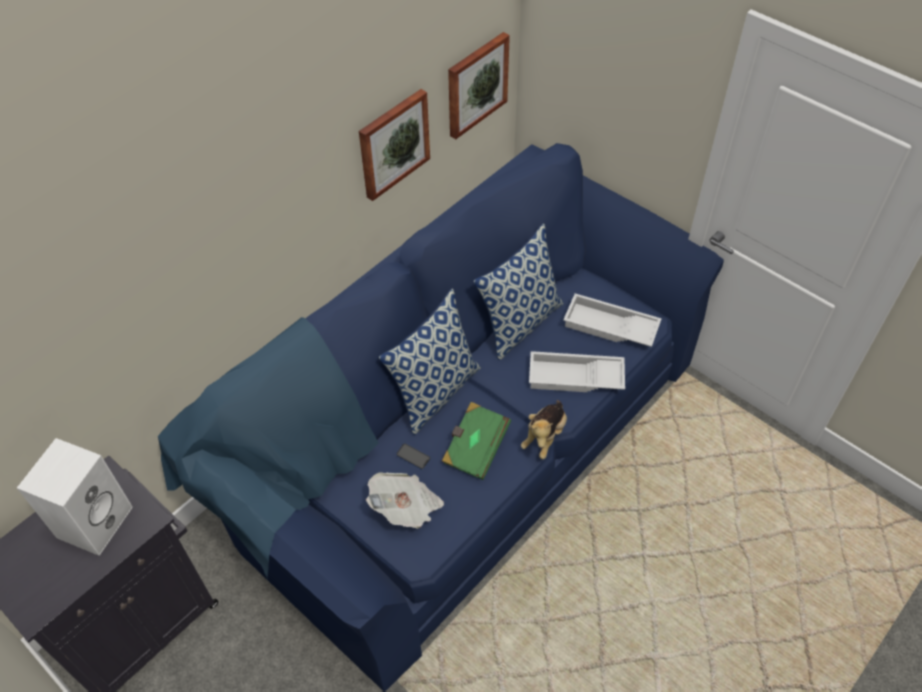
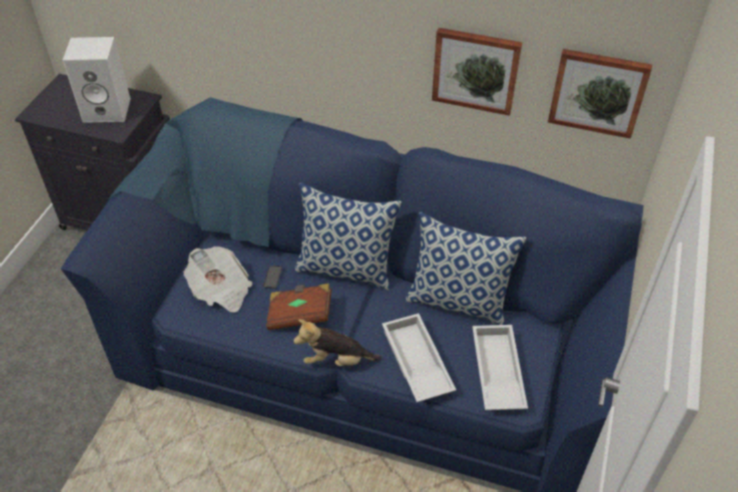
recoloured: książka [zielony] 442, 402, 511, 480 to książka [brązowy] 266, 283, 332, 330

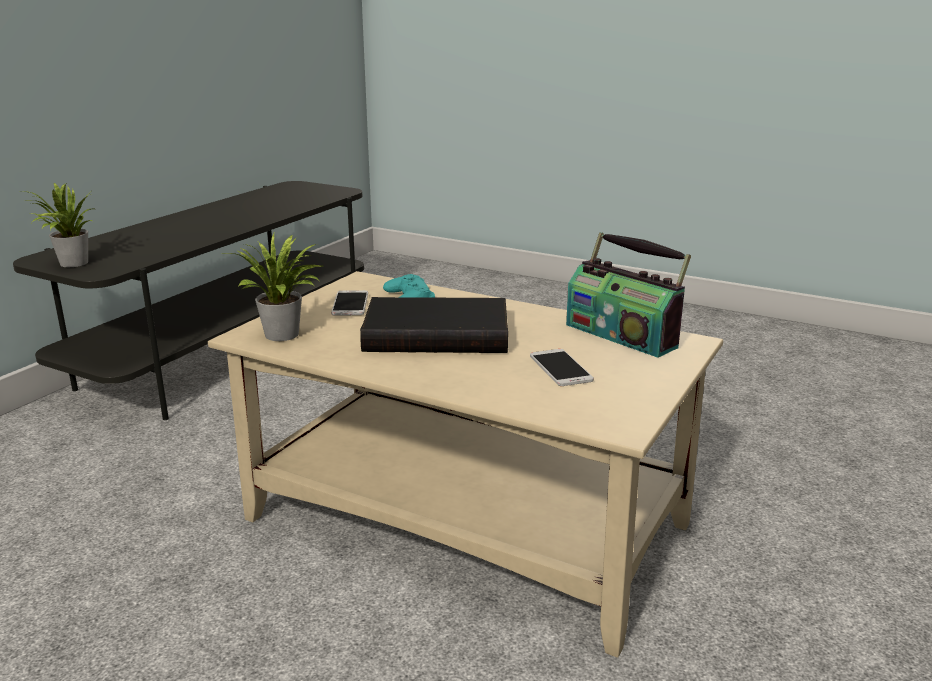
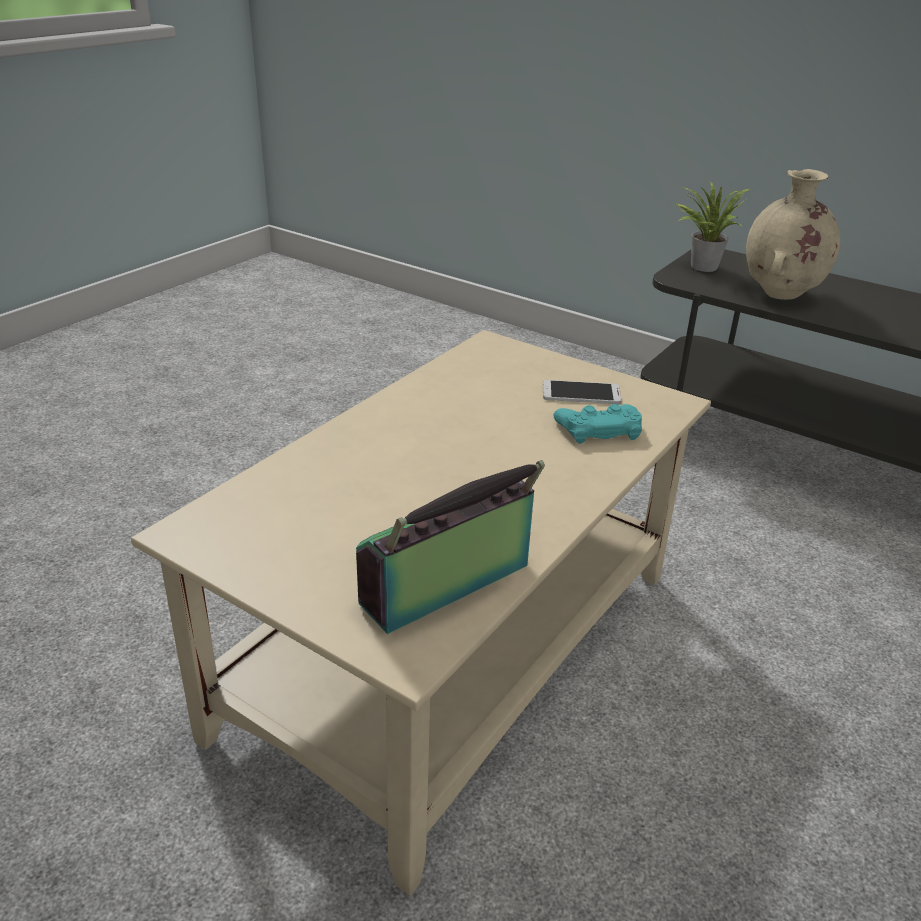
removed: roślina doniczkowa 222, 233, 322, 341; książka [czarny] 360, 297, 508, 353; telefon 530, 349, 594, 386
added: wazon [beżowy] 746, 169, 840, 300

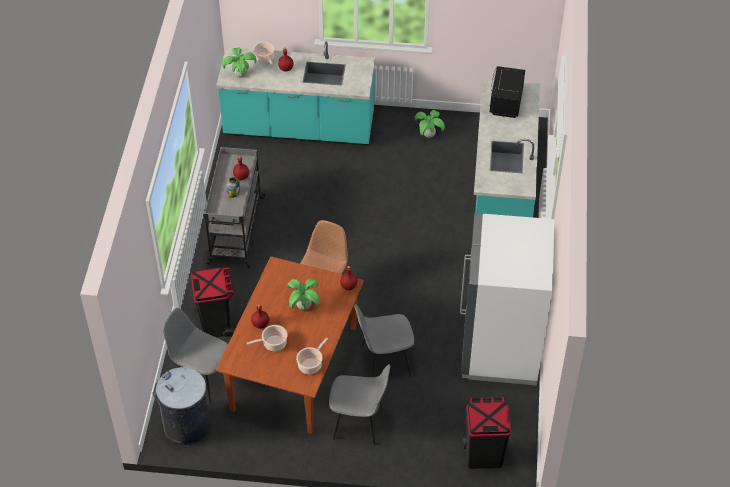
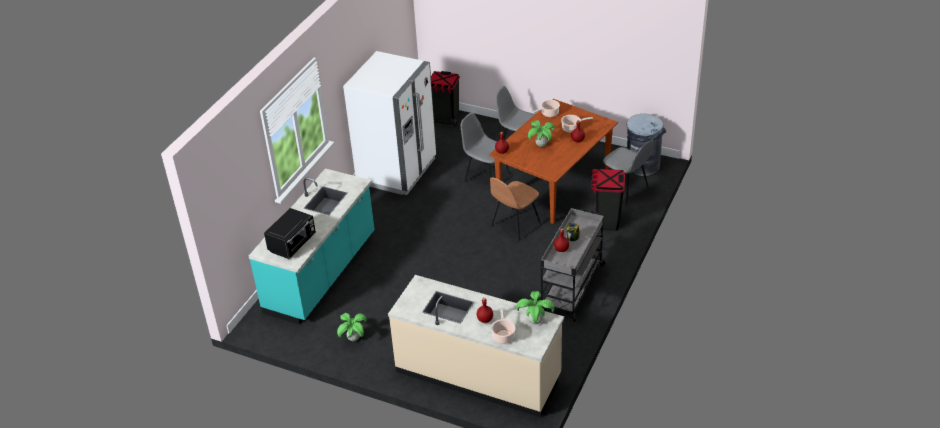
recoloured: zabudowa kuchenna [turkusowy] 216, 41, 375, 145 to zabudowa kuchenna [beżowy] 388, 275, 564, 418
turned: krzesło [szary] 354, 304, 414, 377 = 461, 113, 510, 192 150 degrees counterclockwise

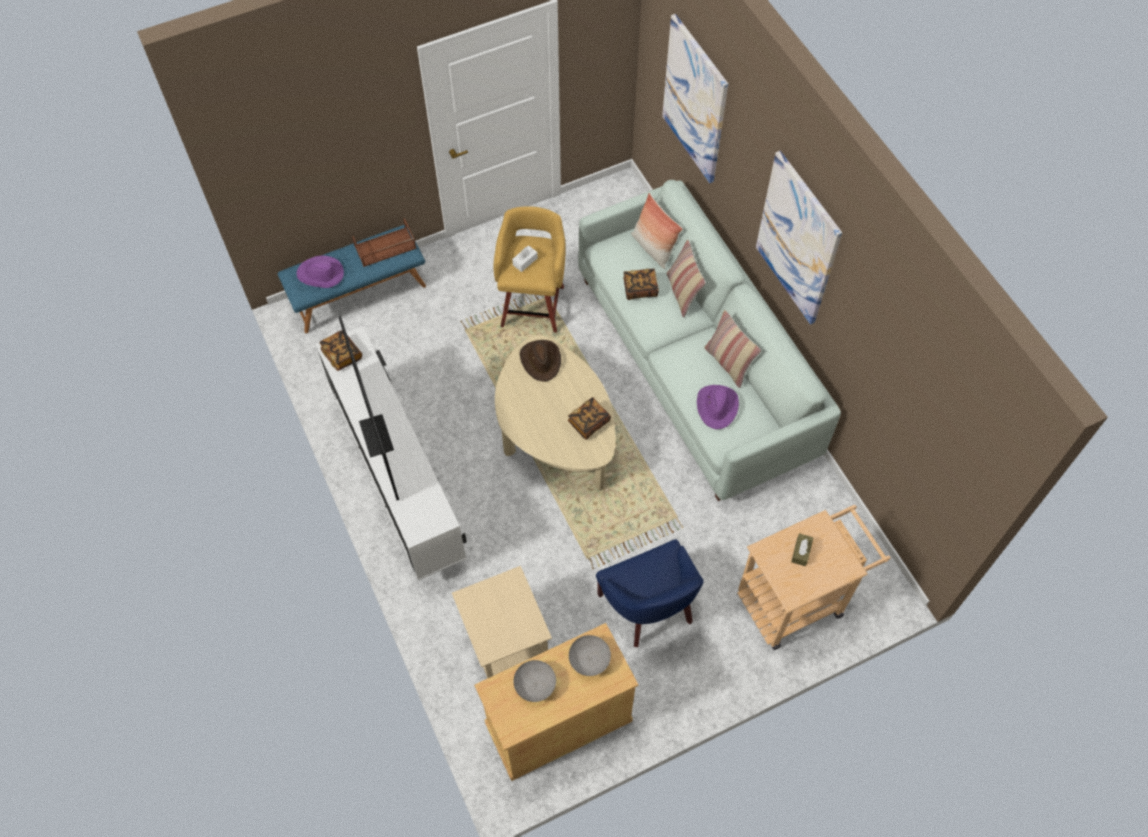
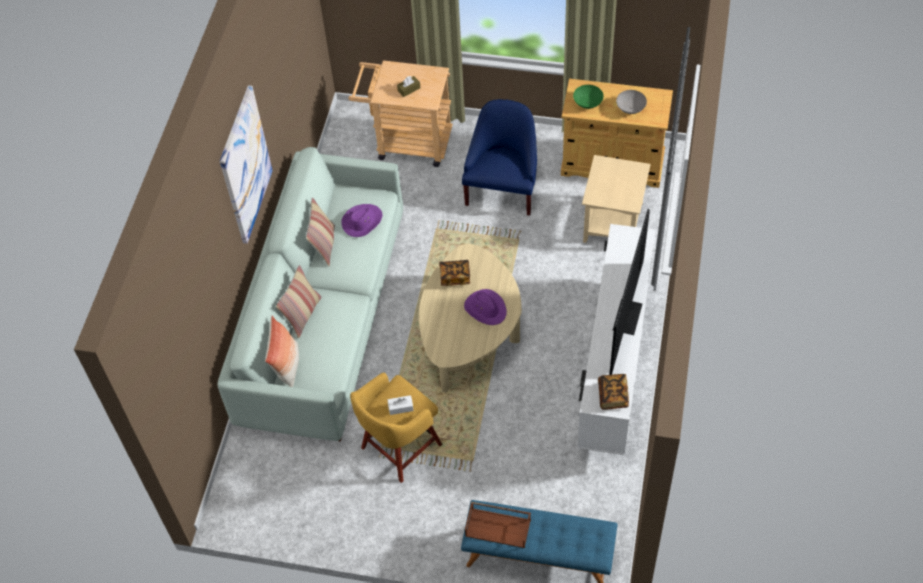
removed: kapelusz [brązowy] 520, 340, 561, 381; książka 623, 269, 659, 300; obraz 662, 14, 728, 183
moved: kapelusz [fioletowy] 296, 256, 344, 288 to 464, 289, 507, 325
recoloured: miska [szary] 569, 635, 611, 676 to miska [zielony] 573, 85, 604, 109

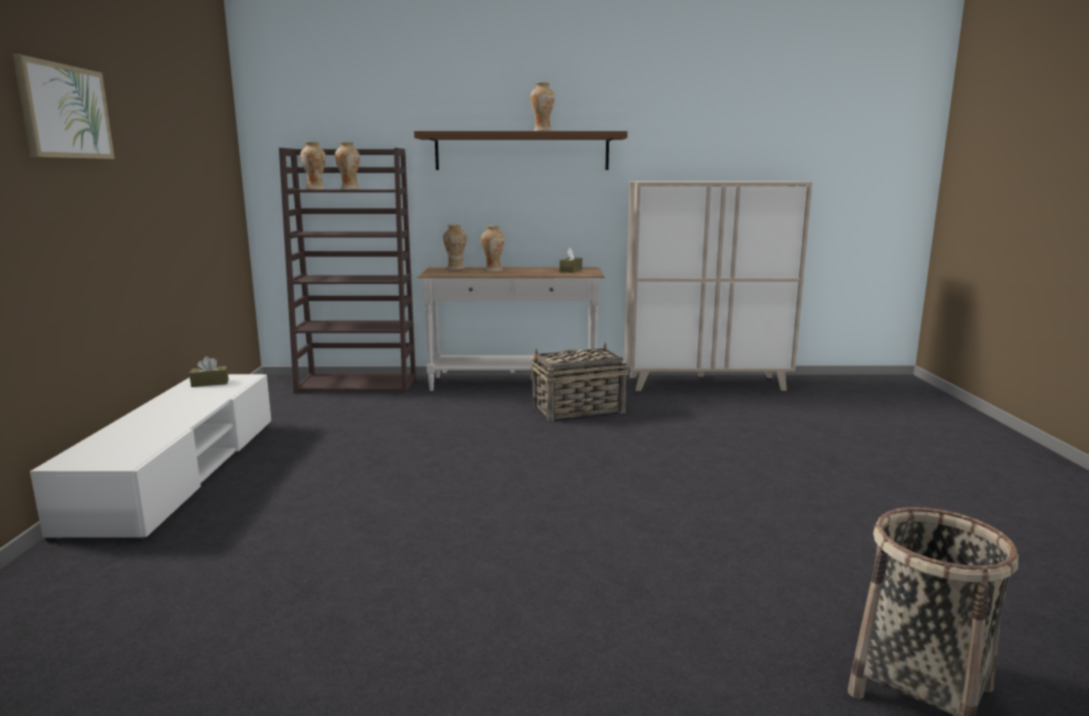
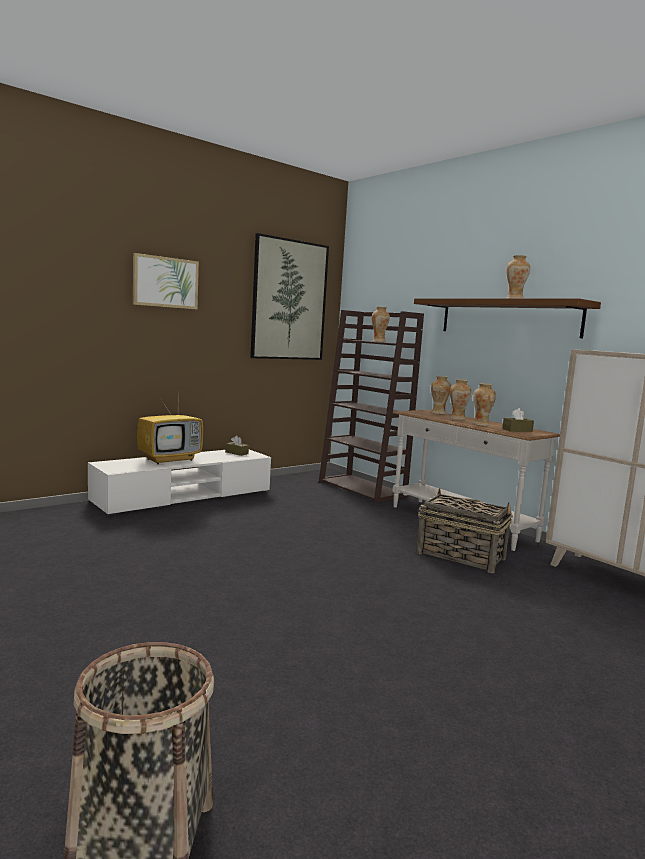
added: telewizor 137, 387, 203, 464; obraz 250, 233, 329, 360
moved: wazon 300, 142, 326, 190 to 473, 383, 496, 426

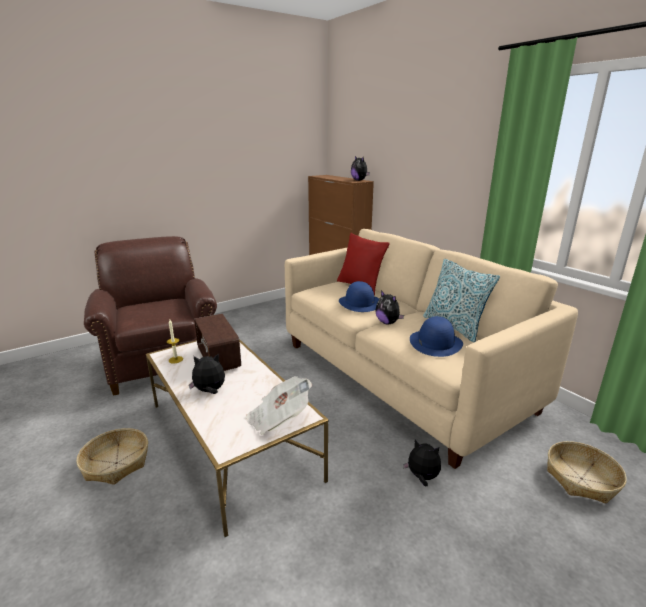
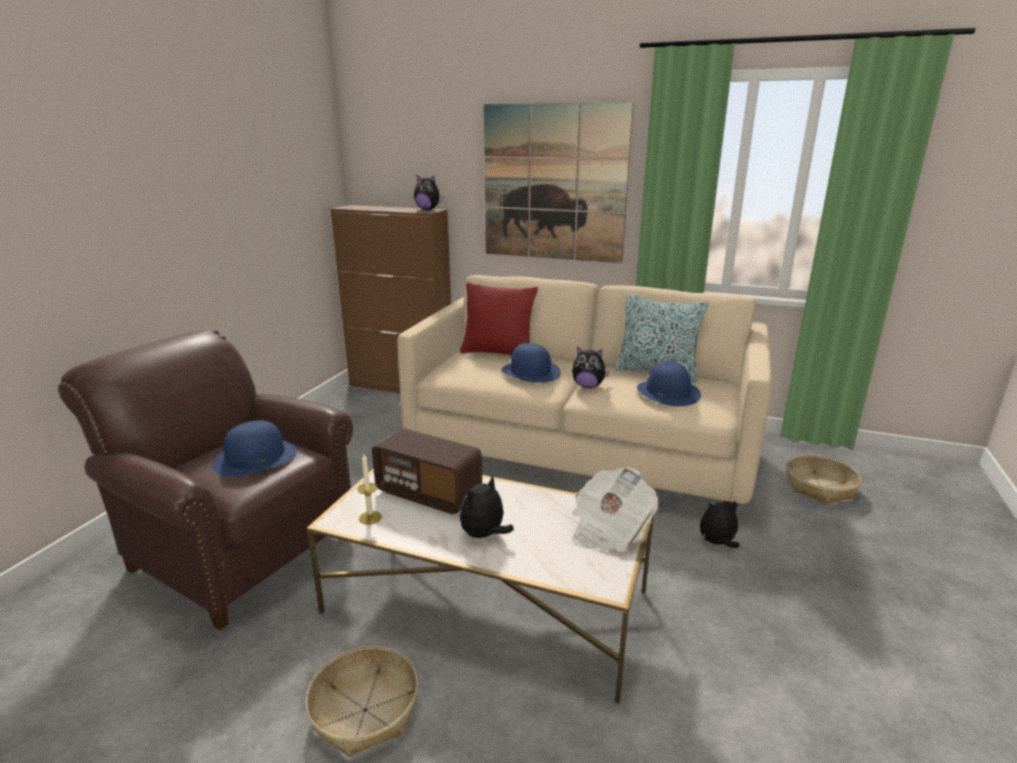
added: kapelusz [niebieski] 212, 420, 297, 476; obraz 484, 102, 634, 263

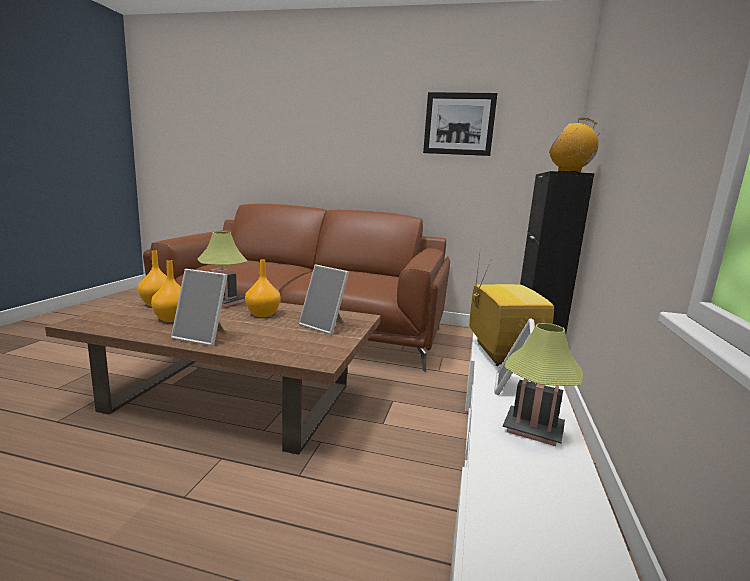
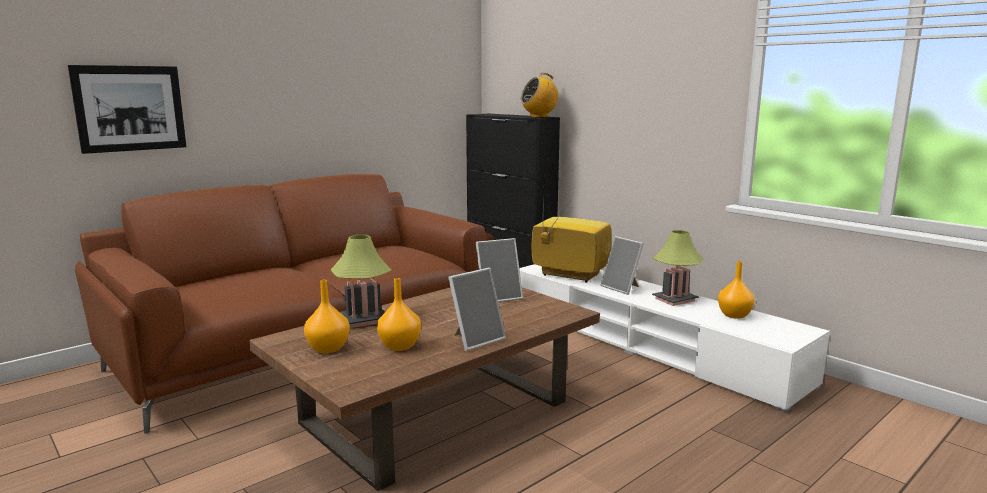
moved: obraz 423, 92, 497, 156 to 68, 65, 186, 154; wazon [pomarańczowy] 245, 259, 281, 317 to 718, 261, 755, 319

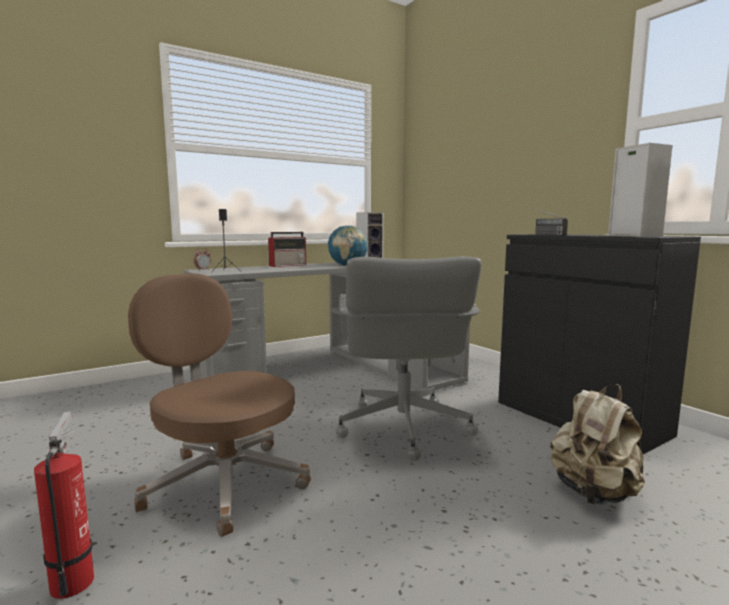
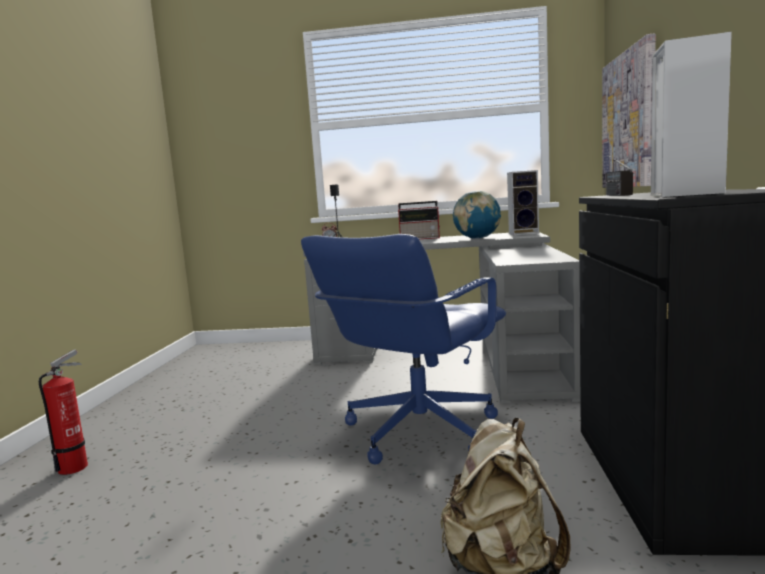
removed: krzesło biurowe [brązowy] 128, 273, 311, 537
added: obraz 602, 33, 656, 188
recoloured: krzesło biurowe [szary] 336, 256, 482, 461 to krzesło biurowe [niebieski] 301, 234, 506, 464

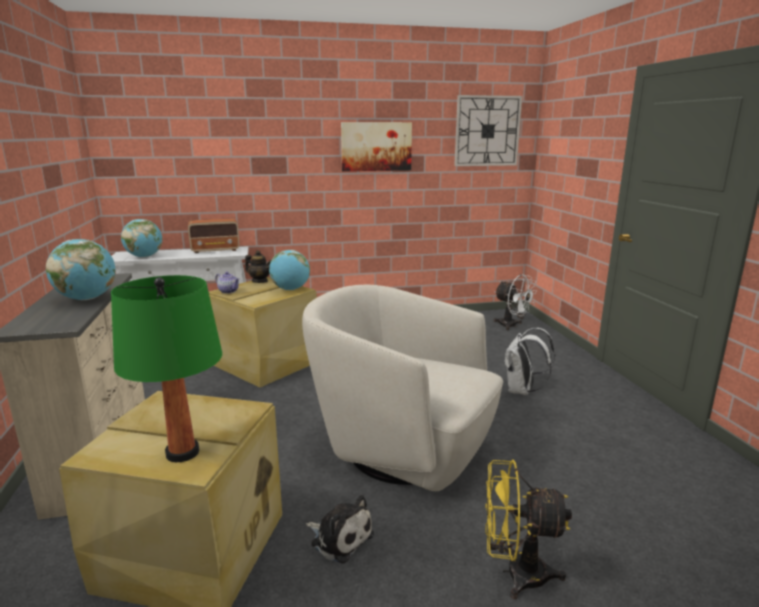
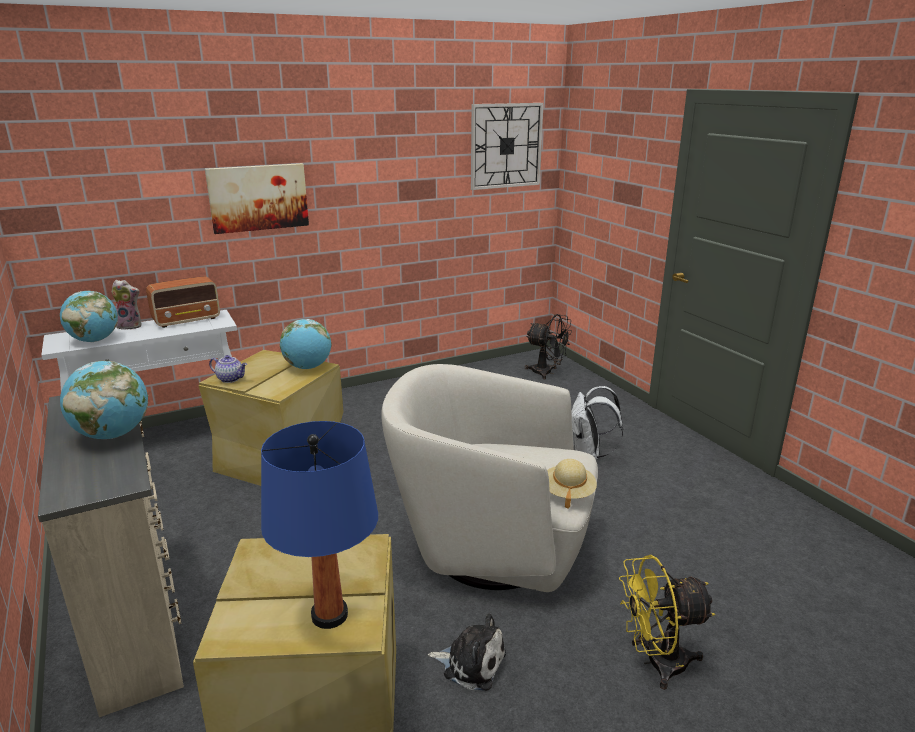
removed: imbryk 245, 250, 271, 283
added: pluszak 112, 280, 142, 330; kapelusz [beżowy] 547, 459, 597, 509
moved: obraz 341, 122, 412, 171 to 205, 163, 309, 234
recoloured: lampa stołowa [zielony] 111, 275, 222, 462 to lampa stołowa [niebieski] 261, 421, 378, 629; wentylator [biały] 493, 274, 537, 330 to wentylator [czarny] 525, 314, 572, 379

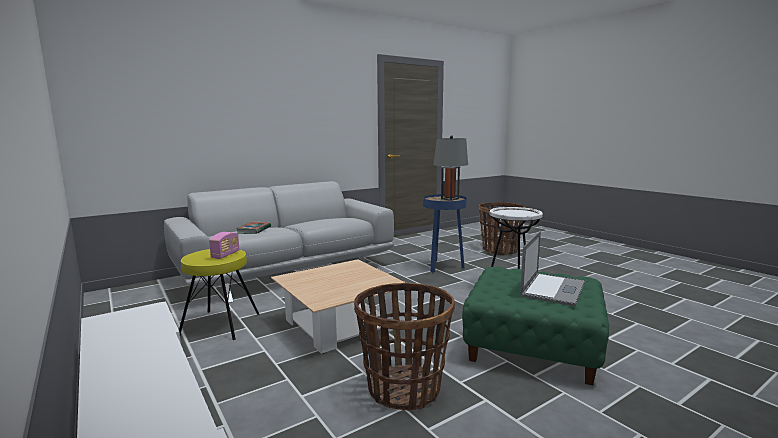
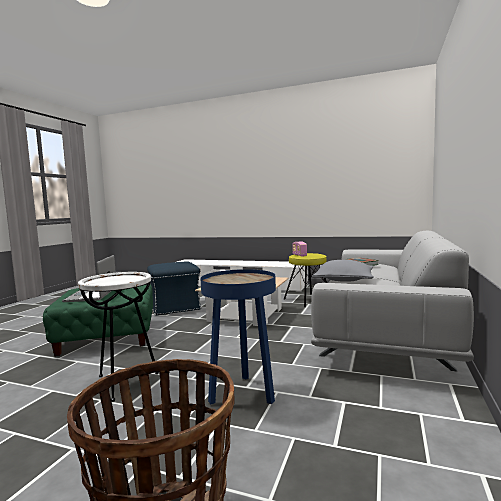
removed: lampa stołowa [szary] 433, 135, 468, 201
added: poduszka [szary] 312, 260, 374, 282
replaced: koszyk 354, 283, 455, 410 to pufa [niebieski] 147, 262, 201, 316

